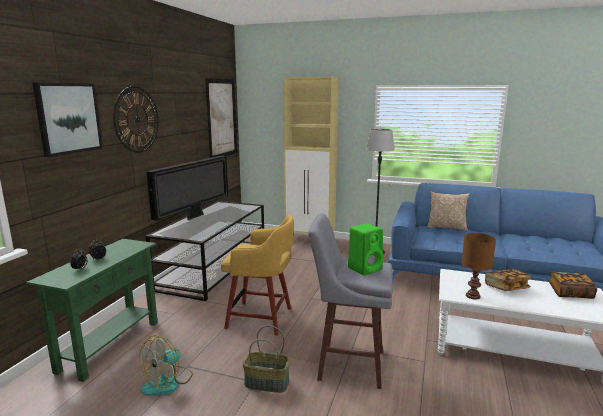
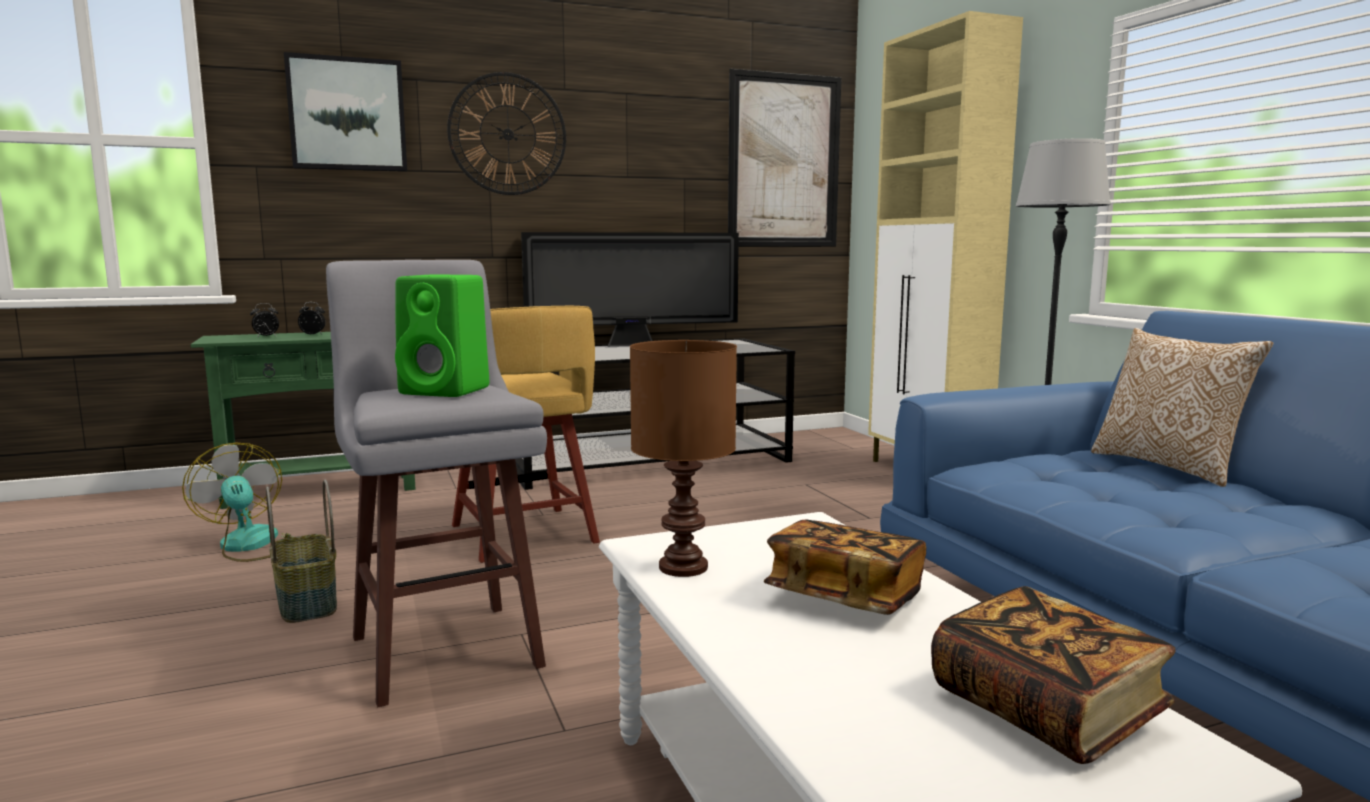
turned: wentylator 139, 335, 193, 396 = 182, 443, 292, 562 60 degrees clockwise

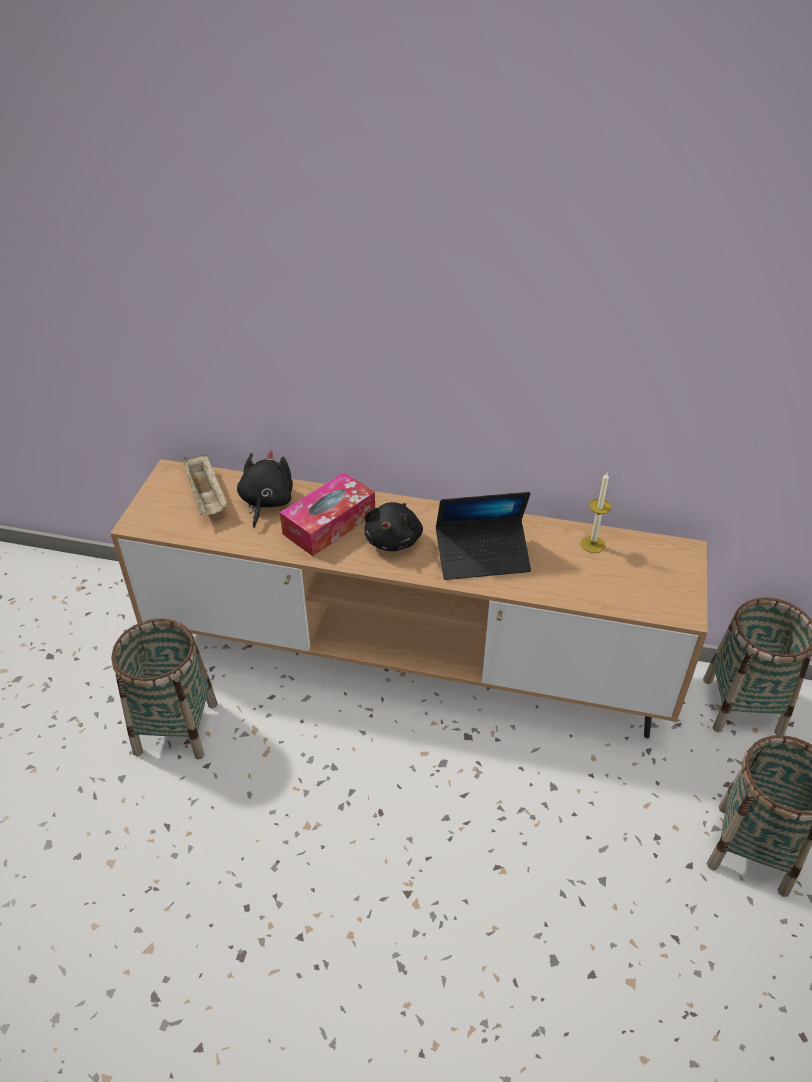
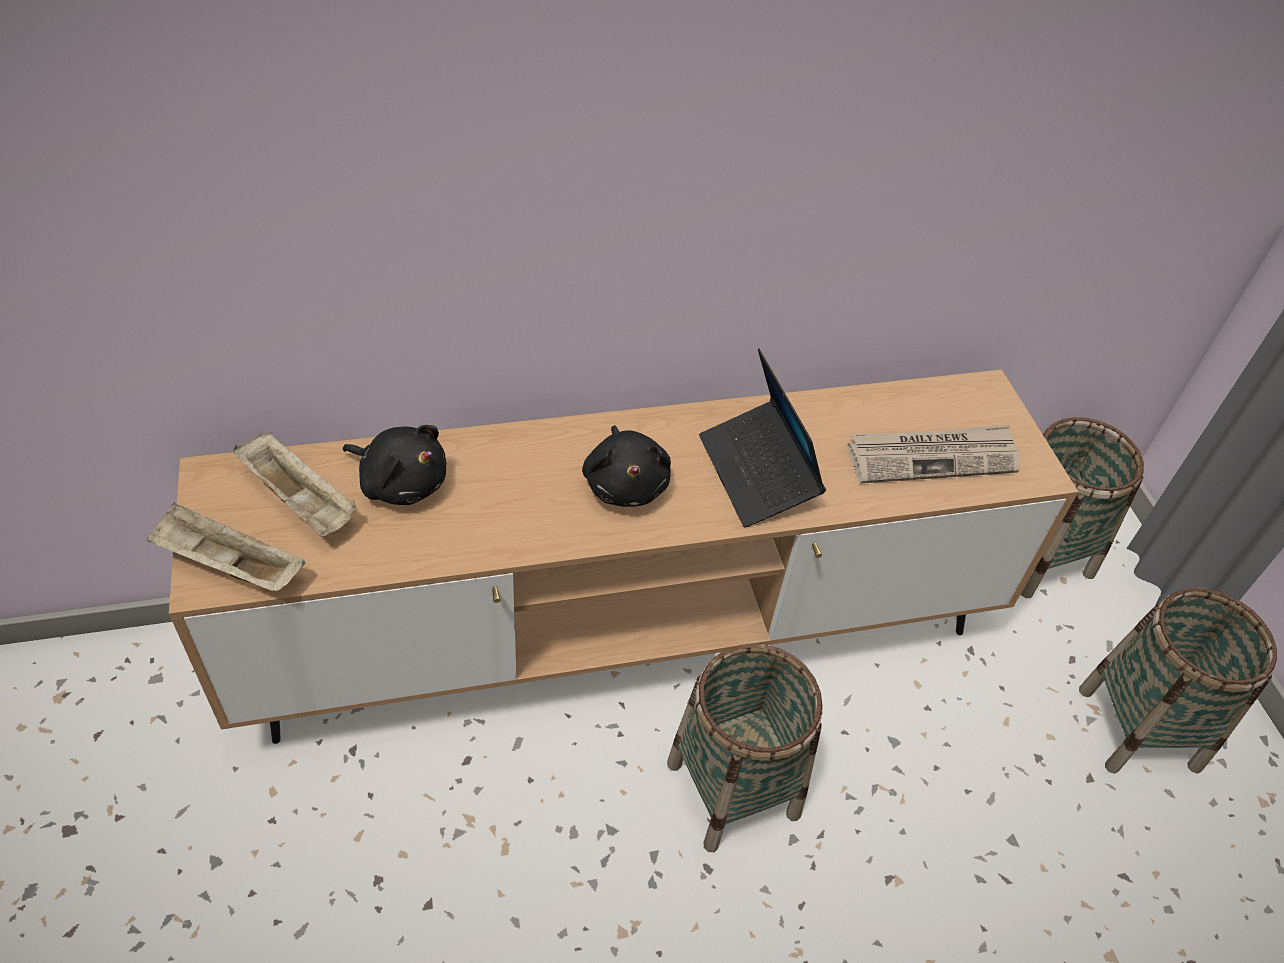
removed: pudełko chusteczek 280, 472, 375, 556; świeca 581, 472, 611, 553
added: taca [beżowy] 147, 502, 305, 592; gazeta 847, 425, 1020, 483
moved: koszyk 111, 618, 218, 760 to 667, 644, 823, 852
turned: pluszak [czarny] 237, 450, 293, 528 = 343, 425, 446, 505 135 degrees clockwise; laptop 436, 492, 531, 580 = 699, 349, 826, 528 105 degrees clockwise

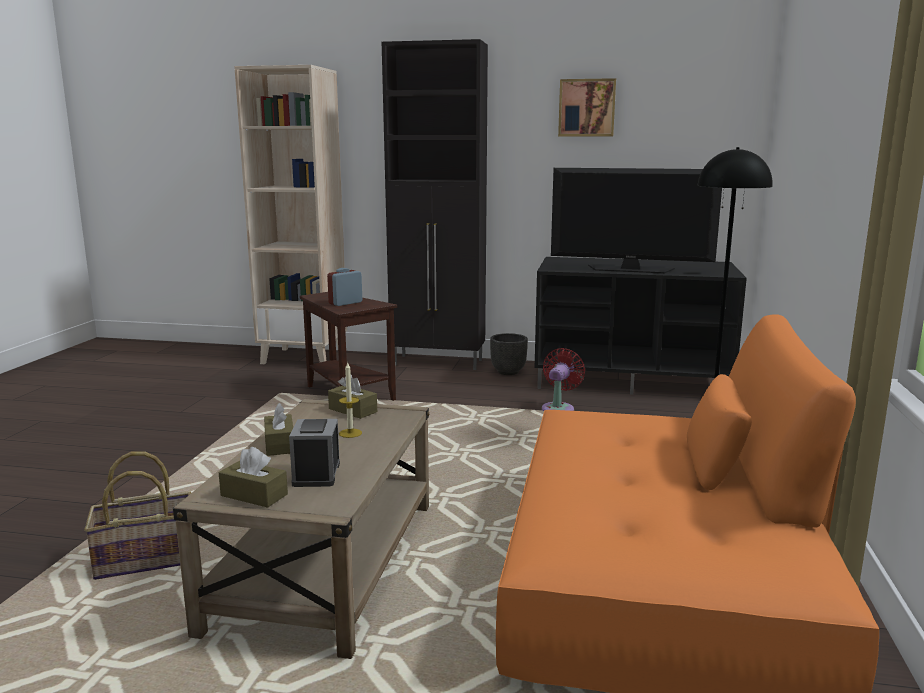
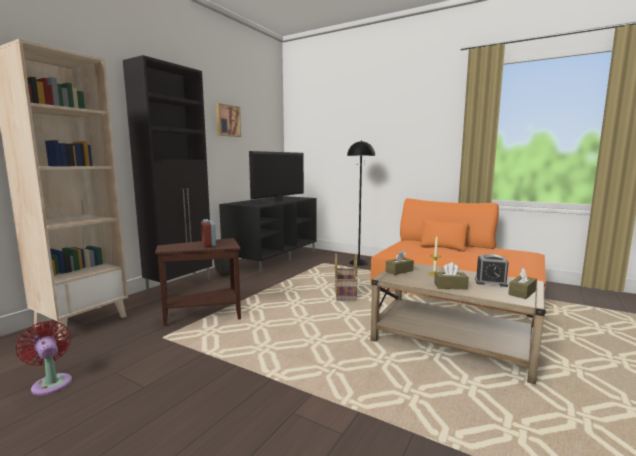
moved: wentylator [czerwony] 542, 348, 585, 411 to 16, 321, 72, 395; koszyk 84, 452, 191, 580 to 335, 253, 358, 301

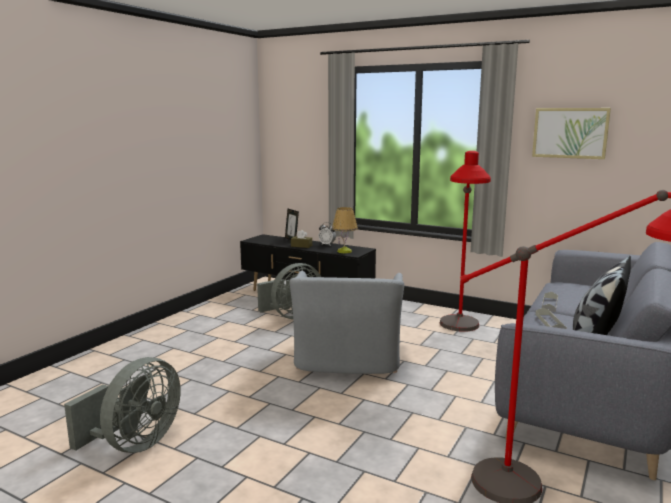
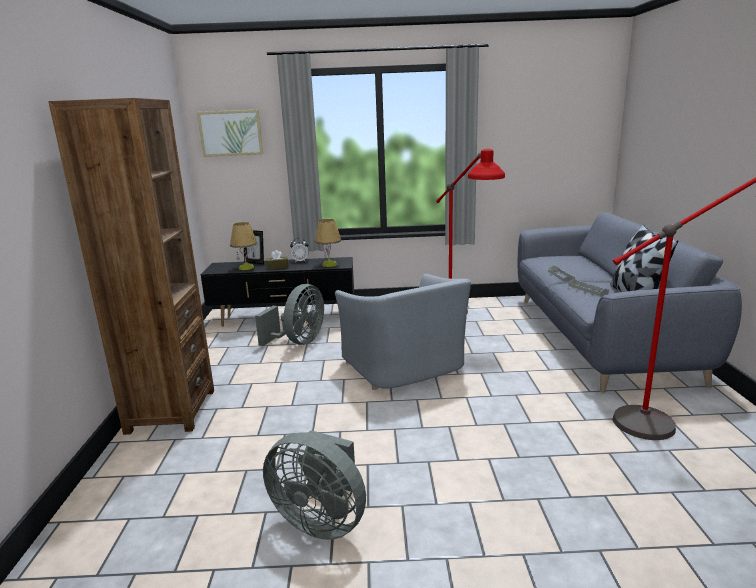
added: regał [brązowy] 49, 98, 214, 435; lampa stołowa 230, 222, 258, 270
moved: obraz 532, 108, 611, 159 to 197, 110, 263, 157
turned: wentylator [szary] 64, 357, 181, 453 = 263, 430, 366, 540 120 degrees clockwise

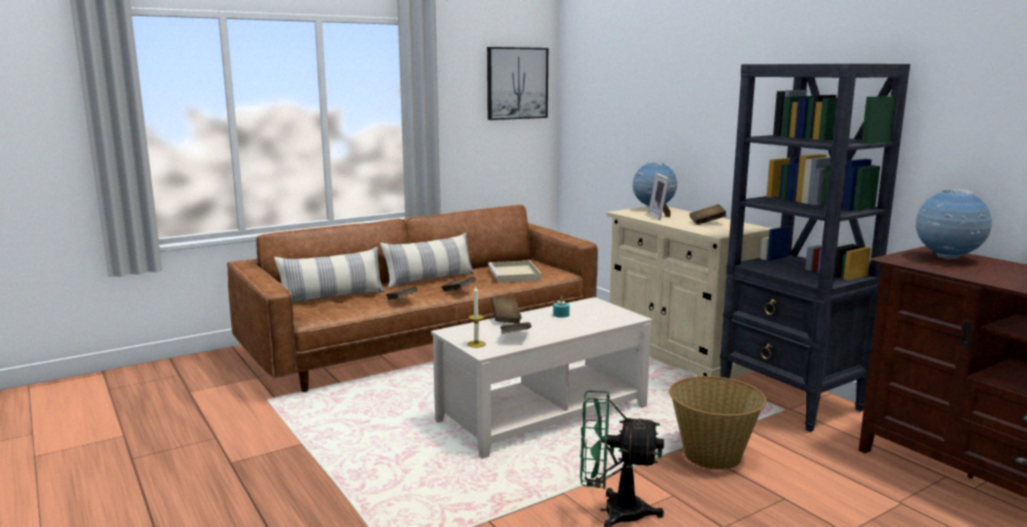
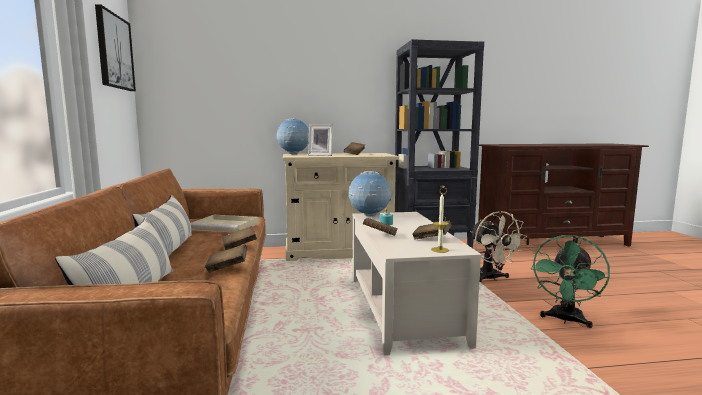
moved: globus 915, 188, 992, 260 to 349, 171, 392, 217
replaced: koszyk 669, 376, 767, 470 to wentylator [beżowy] 470, 211, 527, 282

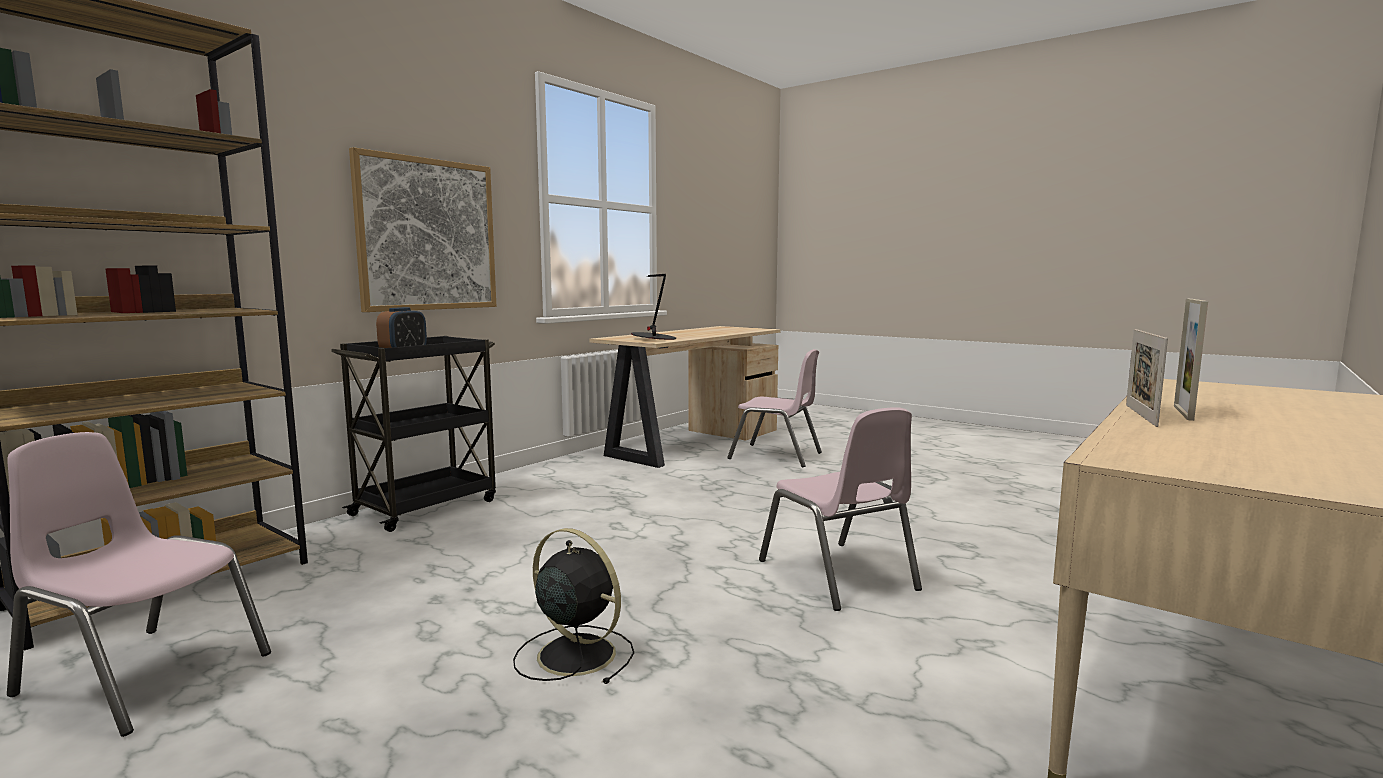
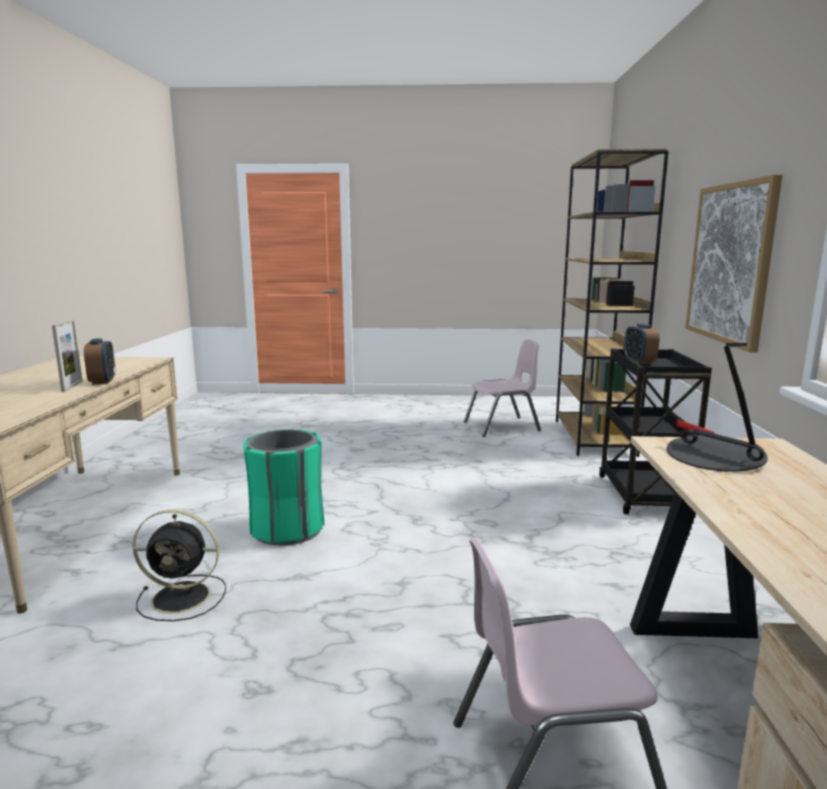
moved: wentylator [czarny] 513, 528, 634, 684 to 133, 510, 226, 621
replaced: ramka na zdjęcie 1126, 329, 1168, 427 to budzik 84, 338, 115, 384; krzesło [różowy] 759, 407, 922, 611 to kosz na śmieci [zielony] 243, 429, 325, 545

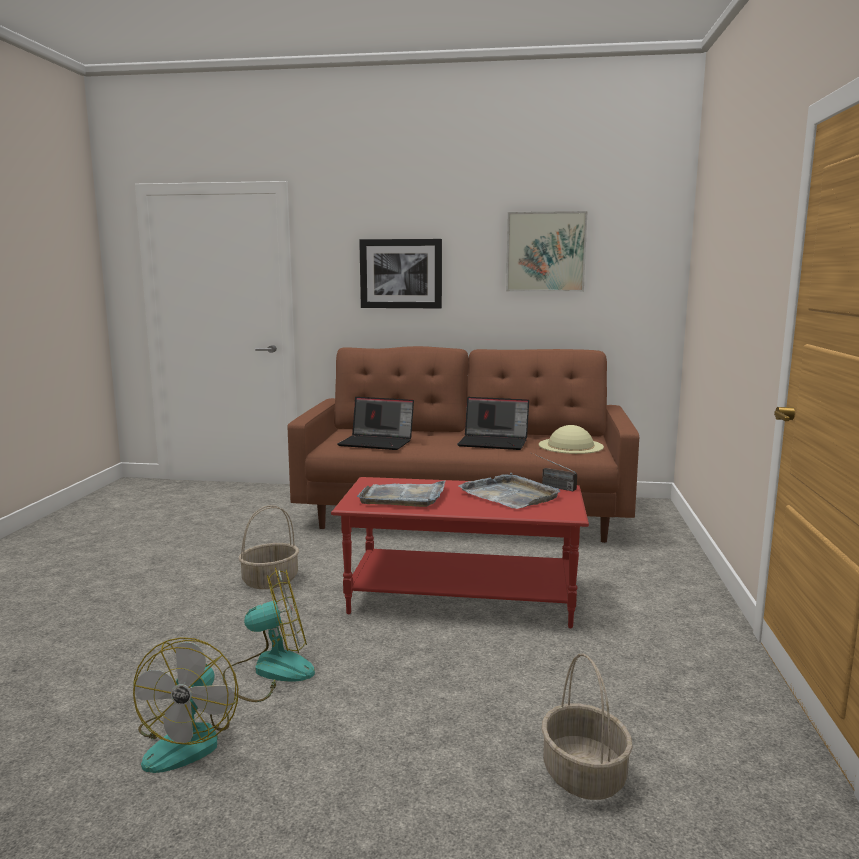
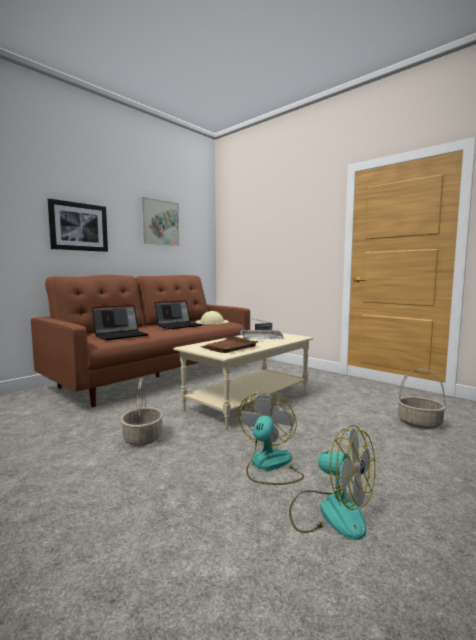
recoloured: ława [czerwony] 331, 477, 589, 628 to ława [beżowy] 173, 333, 313, 429; taca [szary] 357, 480, 446, 507 to taca [brązowy] 200, 336, 258, 353

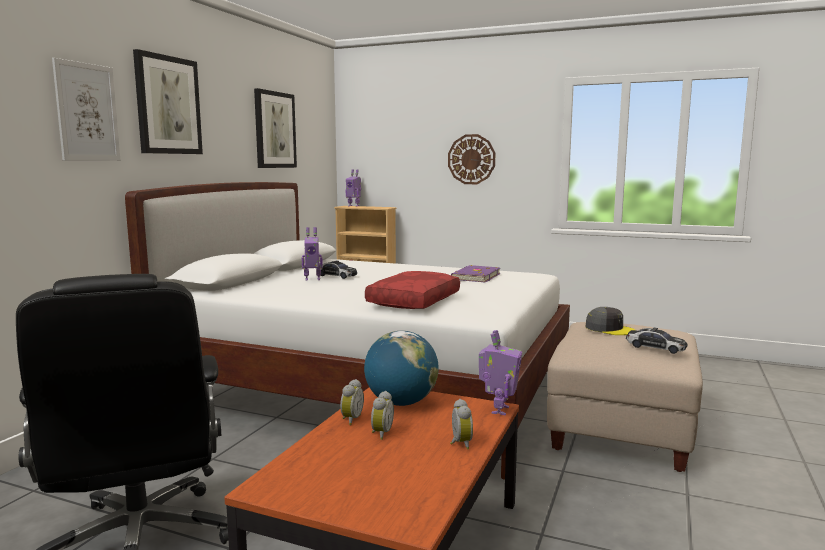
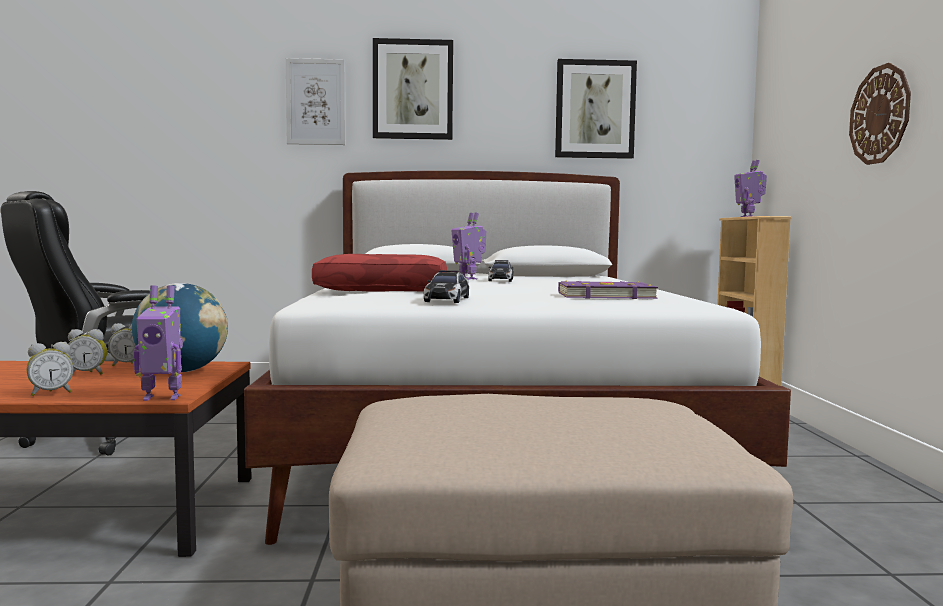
removed: czapka z daszkiem [szary] 585, 307, 635, 335
moved: samochodzik 626, 327, 688, 354 to 423, 270, 469, 303

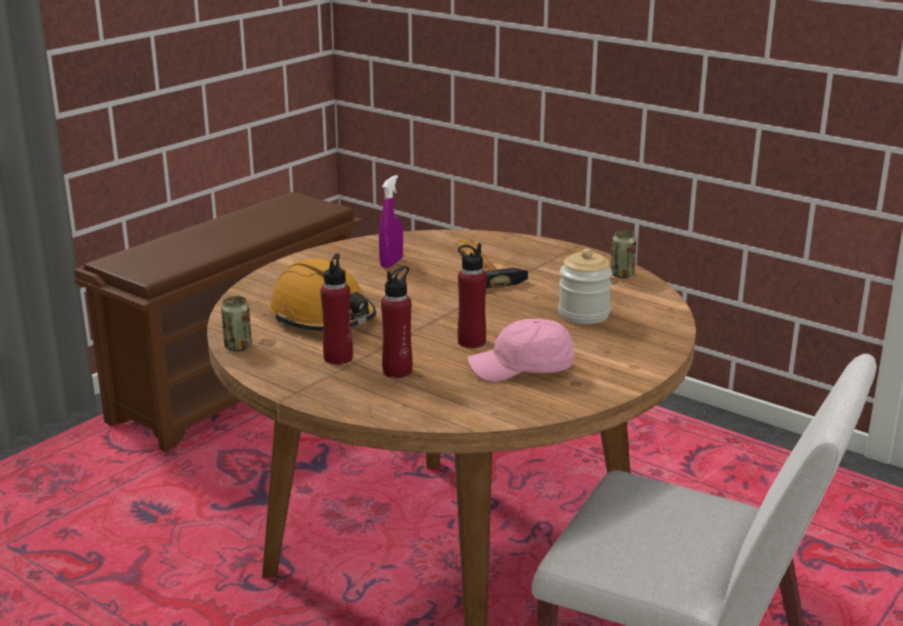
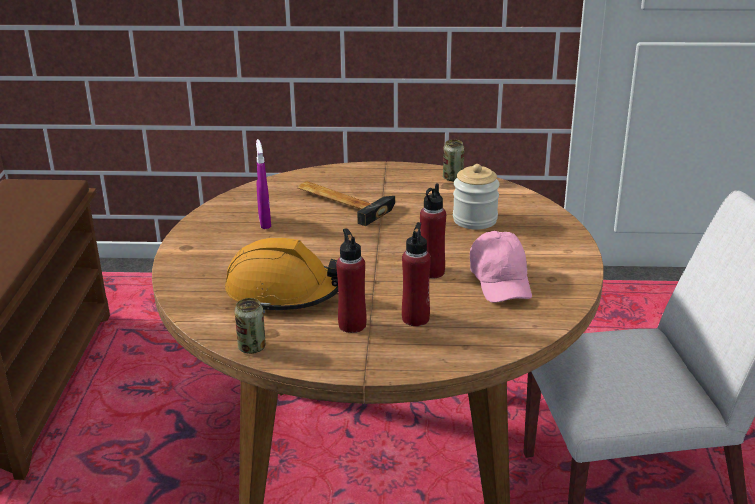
turned: czapka z daszkiem [różowy] 467, 319, 575, 382 = 470, 231, 532, 303 60 degrees counterclockwise

